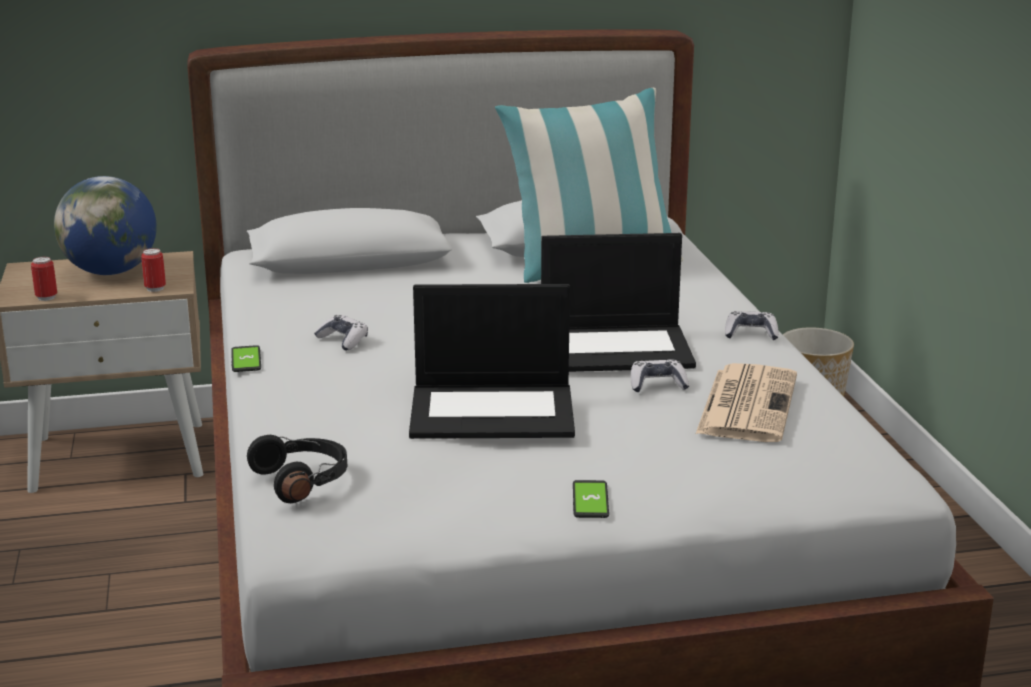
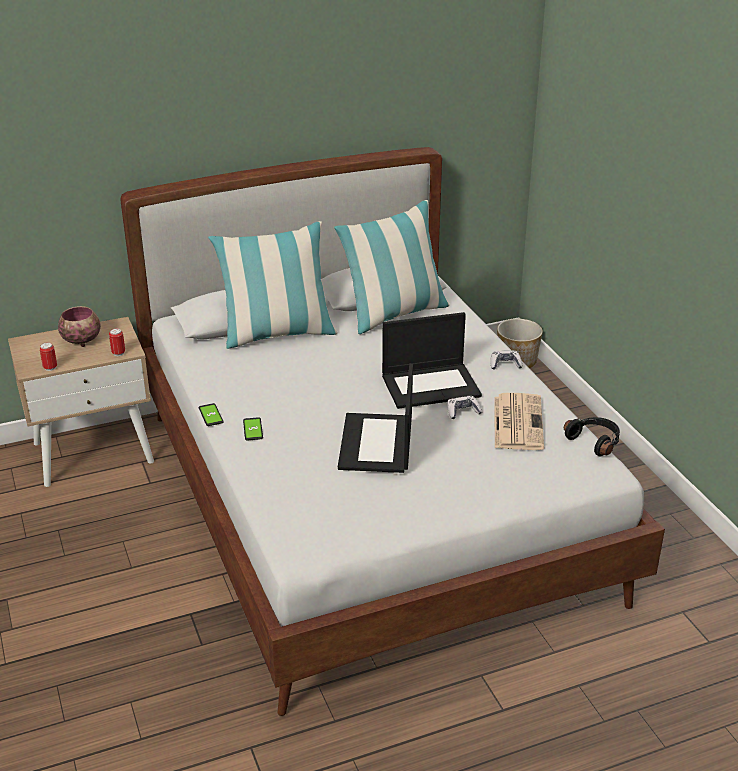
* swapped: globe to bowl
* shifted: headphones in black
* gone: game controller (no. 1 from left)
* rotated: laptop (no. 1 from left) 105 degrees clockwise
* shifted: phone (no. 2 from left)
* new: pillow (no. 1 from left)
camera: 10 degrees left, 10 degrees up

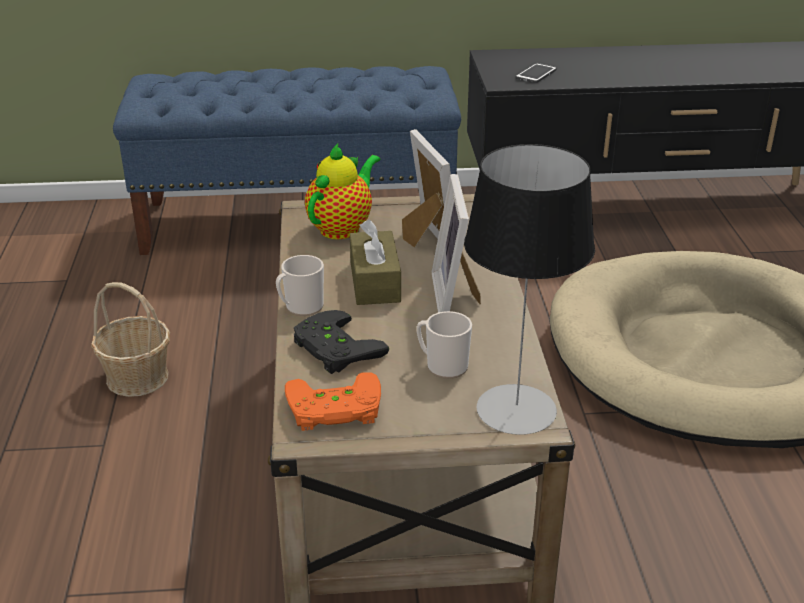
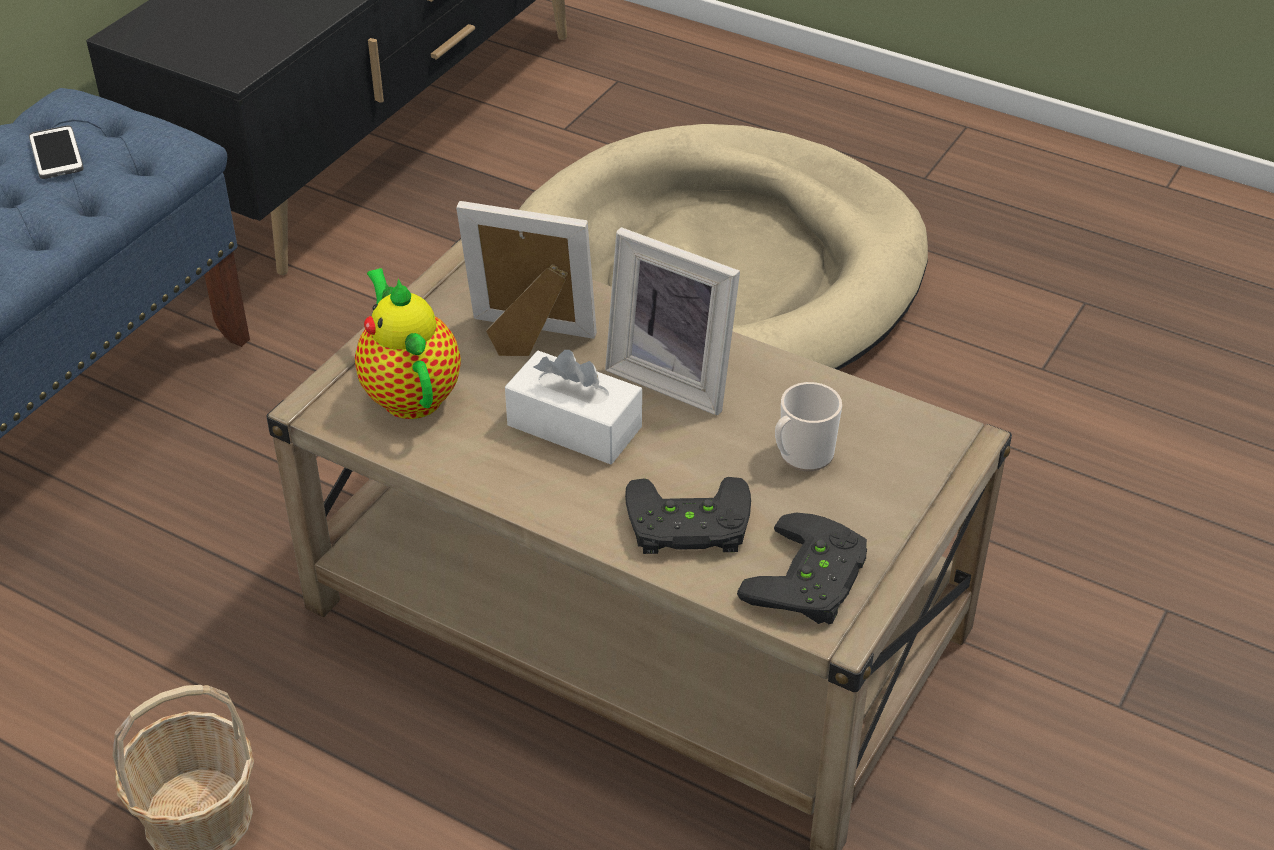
* gone: mug (no. 1 from left)
* repainted: game controller in orange to game controller in black (no. 2 from left)
* repainted: tissue box in brown to tissue box in white
* gone: table lamp
* shifted: phone
camera: 55 degrees left, 10 degrees up

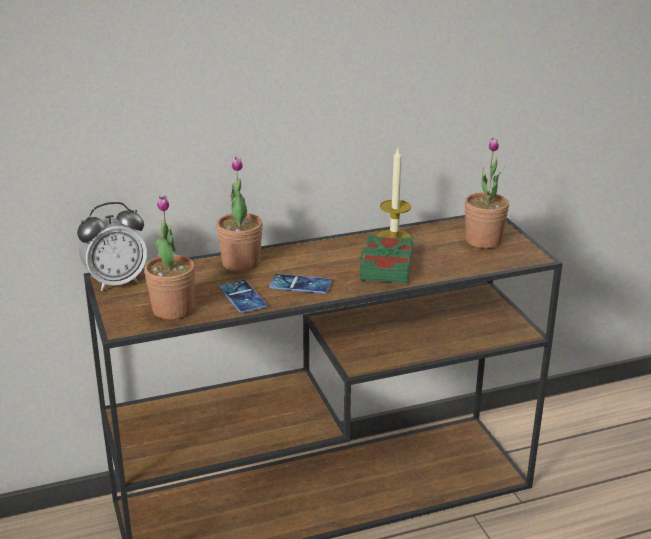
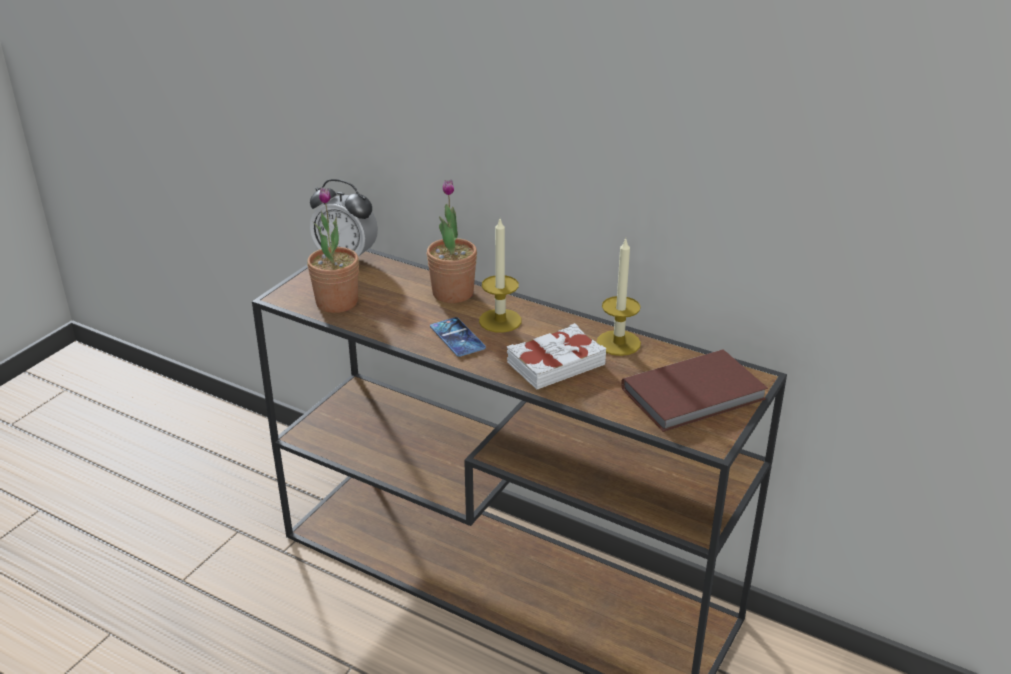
* gone: phone (no. 1 from left)
* repainted: book in green to book in white
* swapped: potted plant (no. 3 from left) to book in brown
* new: candle (no. 1 from left)
camera: 50 degrees right, 5 degrees up

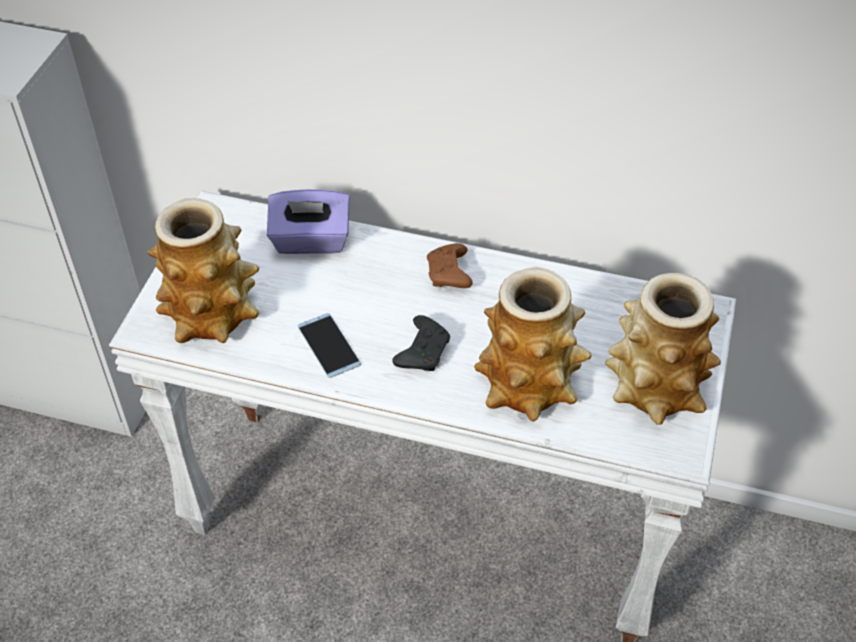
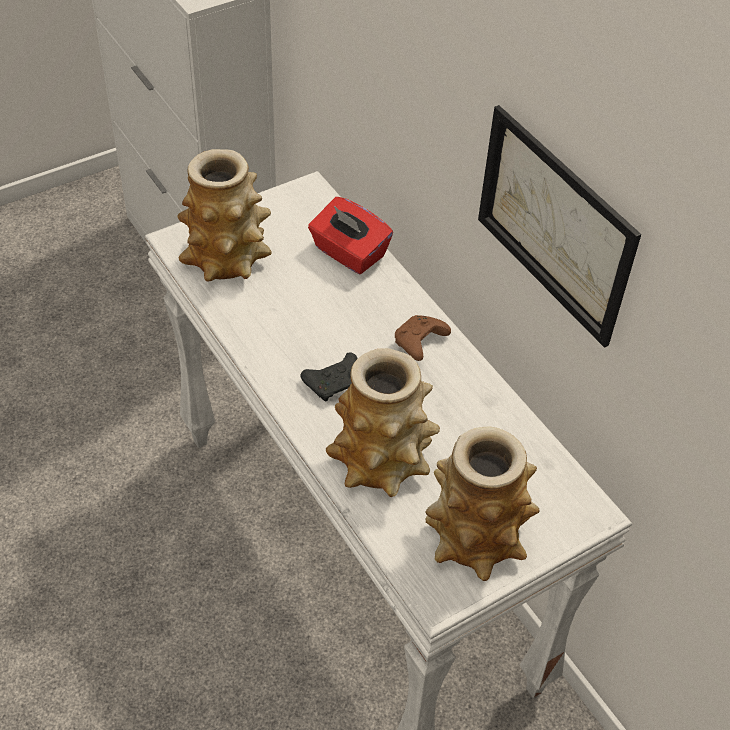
* repainted: tissue box in purple to tissue box in red
* gone: phone
* new: picture
camera: 40 degrees right, 0 degrees up

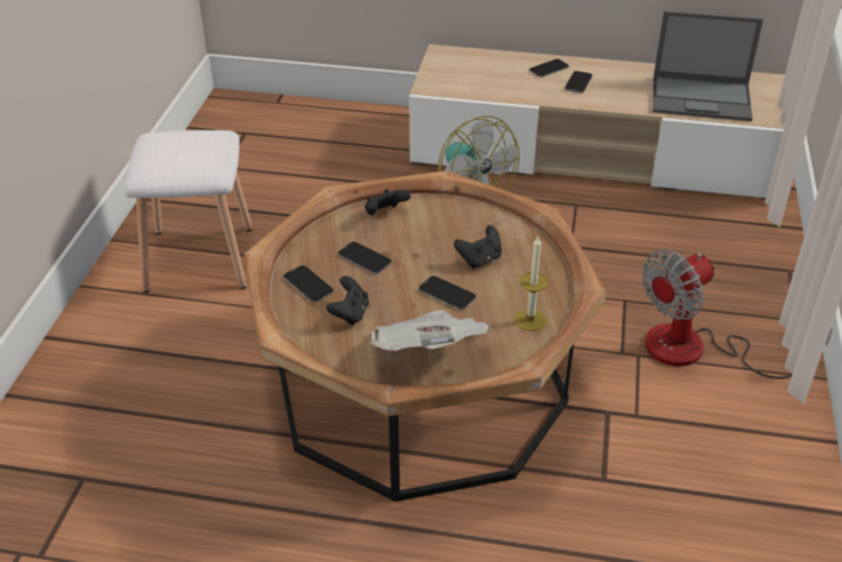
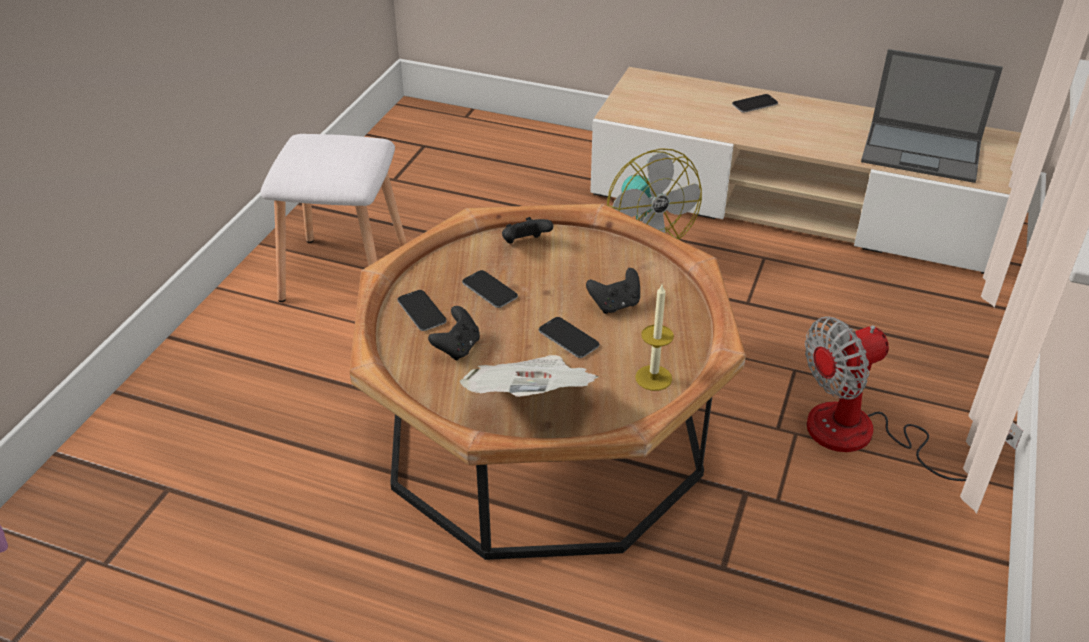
* gone: phone (no. 5 from left)
camera: 10 degrees right, 0 degrees up

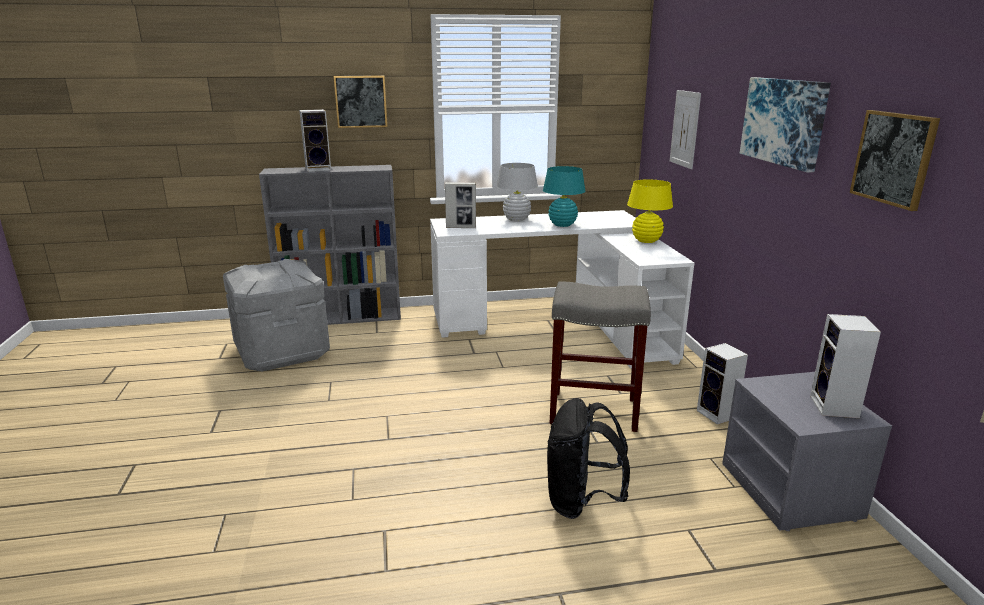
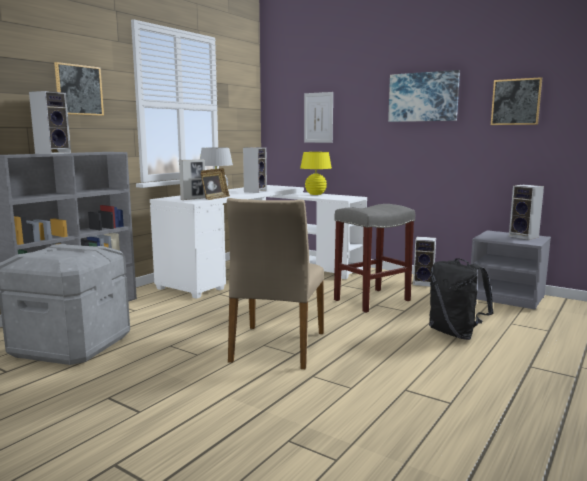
* swapped: table lamp in turquoise to speaker (no. 2 from left)
* new: picture frame (no. 2 from left)
* new: chair in beige
camera: 45 degrees left, 10 degrees down

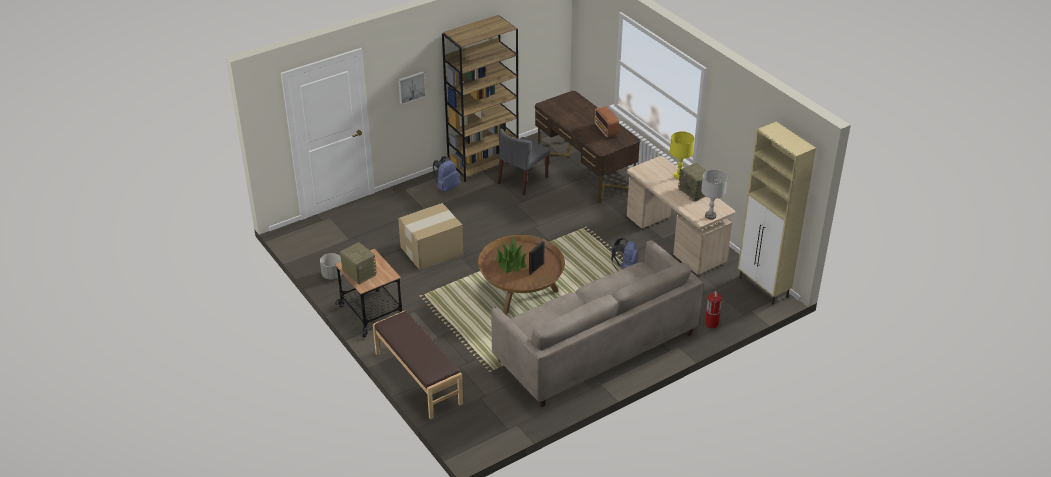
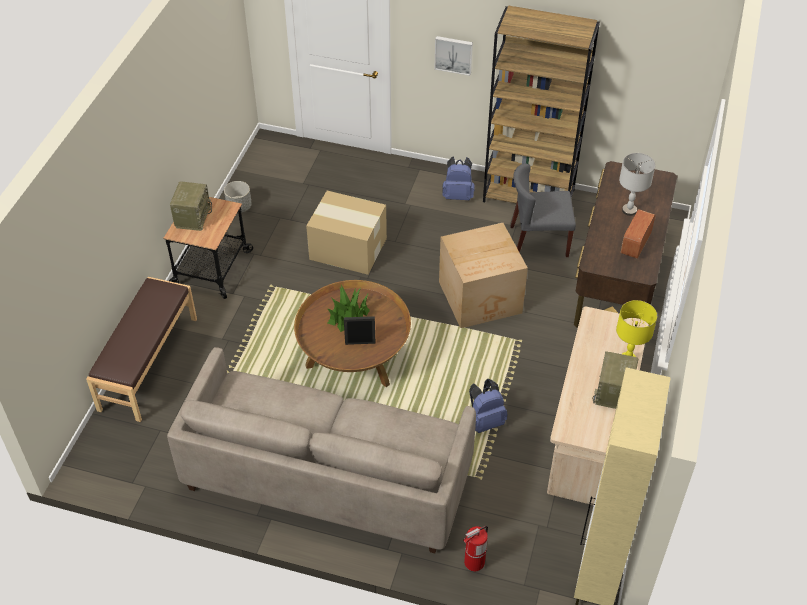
* shifted: table lamp in grey
* new: cardboard box (no. 2 from left)
camera: 50 degrees right, 10 degrees up

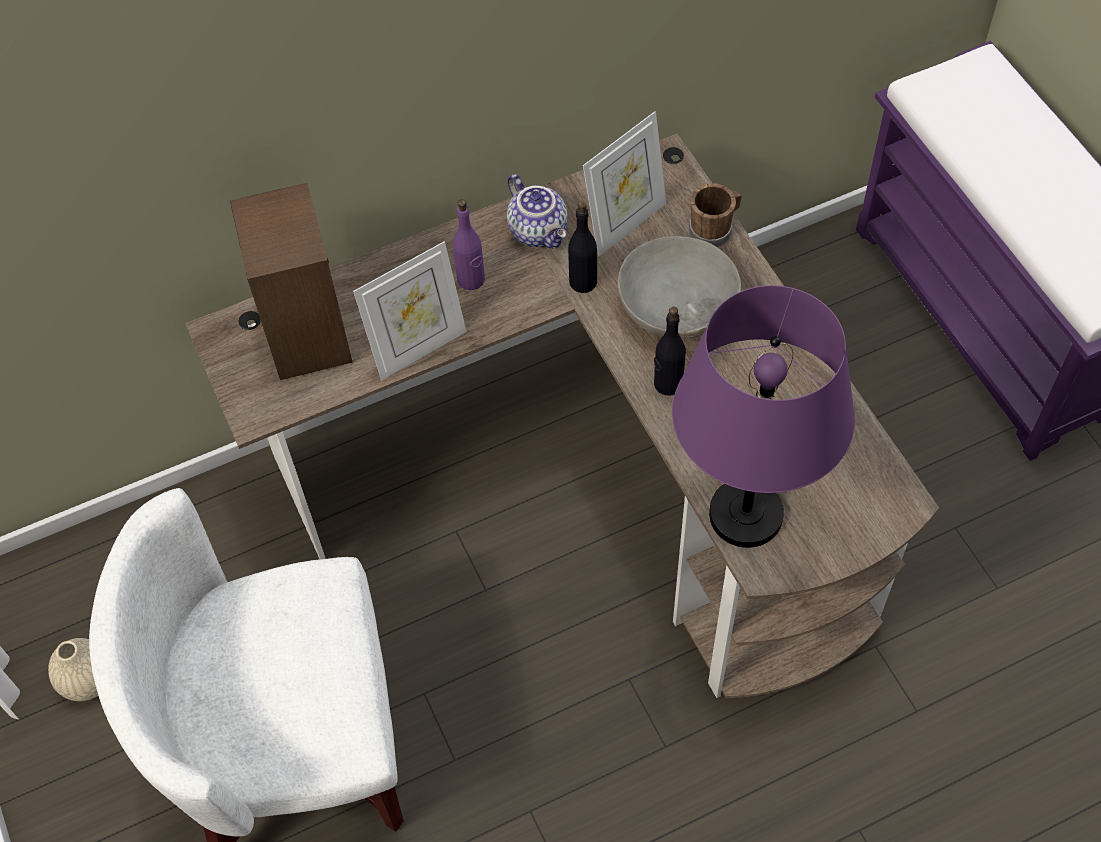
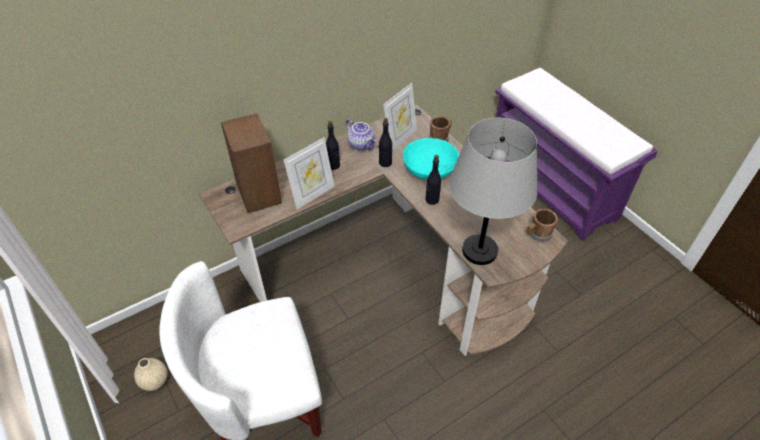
* repainted: bottle in purple to bottle in black (no. 1 from left)
* repainted: bowl in grey to bowl in turquoise
* repainted: table lamp in purple to table lamp in grey
* new: mug in brown (no. 2 from left)
camera: 10 degrees left, 10 degrees down

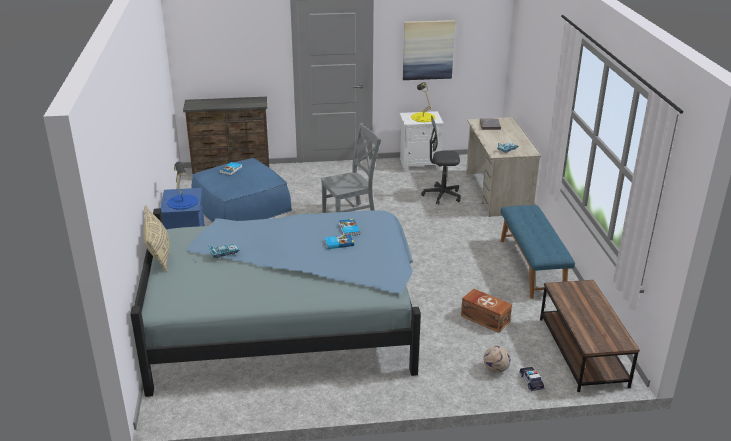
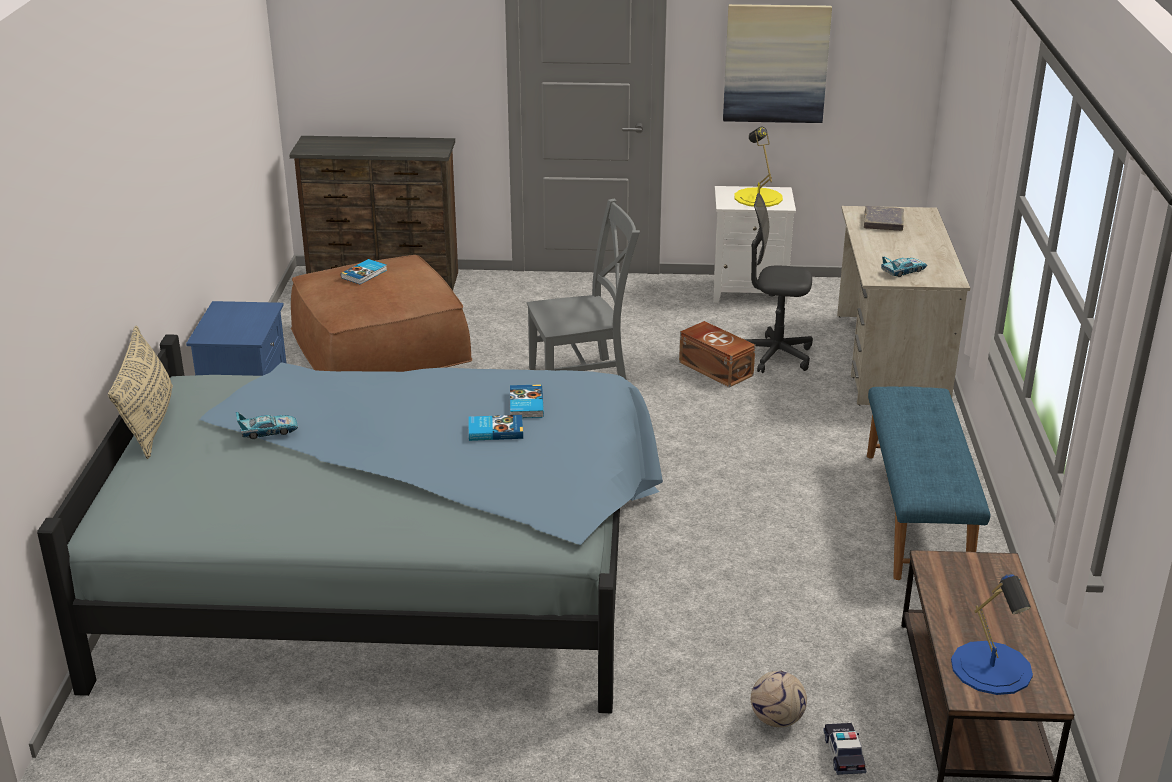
* shifted: table lamp in blue
* repainted: ottoman in blue to ottoman in brown
* shifted: storage box in brown
camera: 10 degrees right, 0 degrees up

